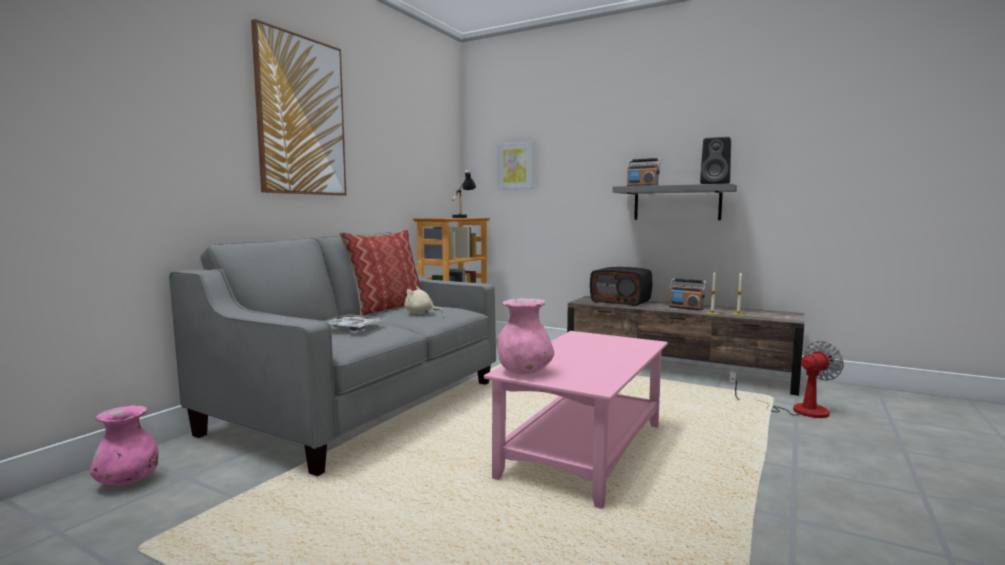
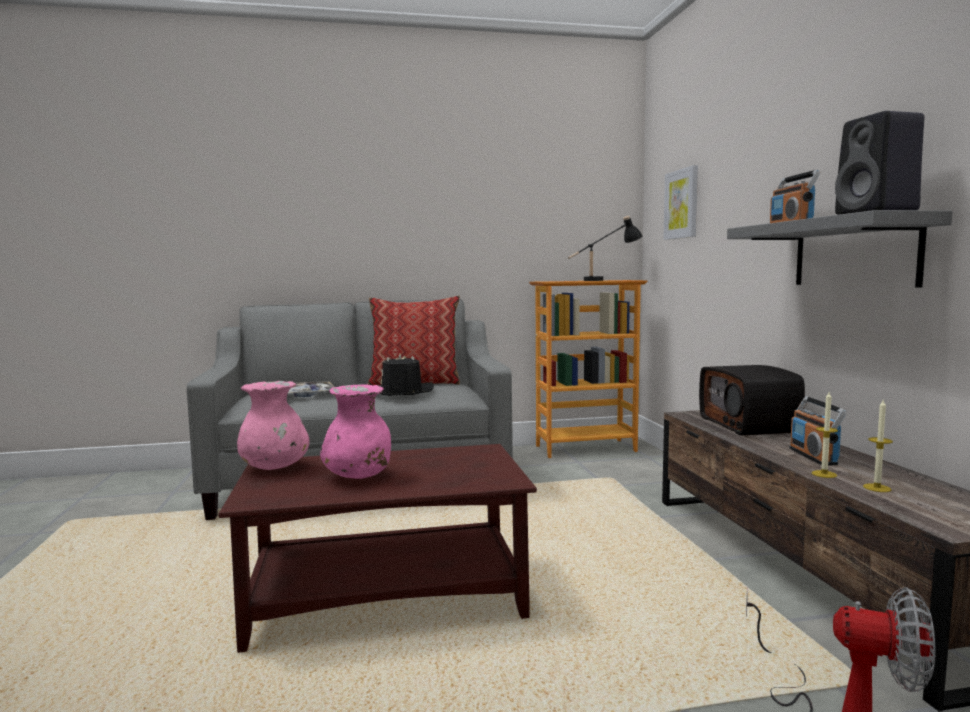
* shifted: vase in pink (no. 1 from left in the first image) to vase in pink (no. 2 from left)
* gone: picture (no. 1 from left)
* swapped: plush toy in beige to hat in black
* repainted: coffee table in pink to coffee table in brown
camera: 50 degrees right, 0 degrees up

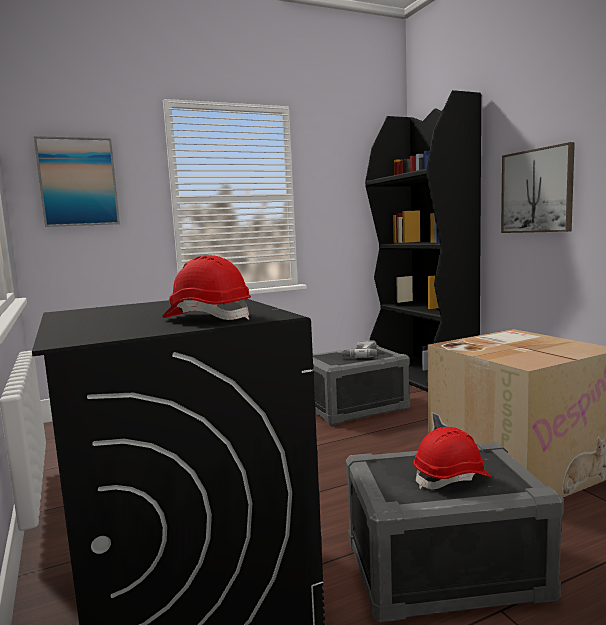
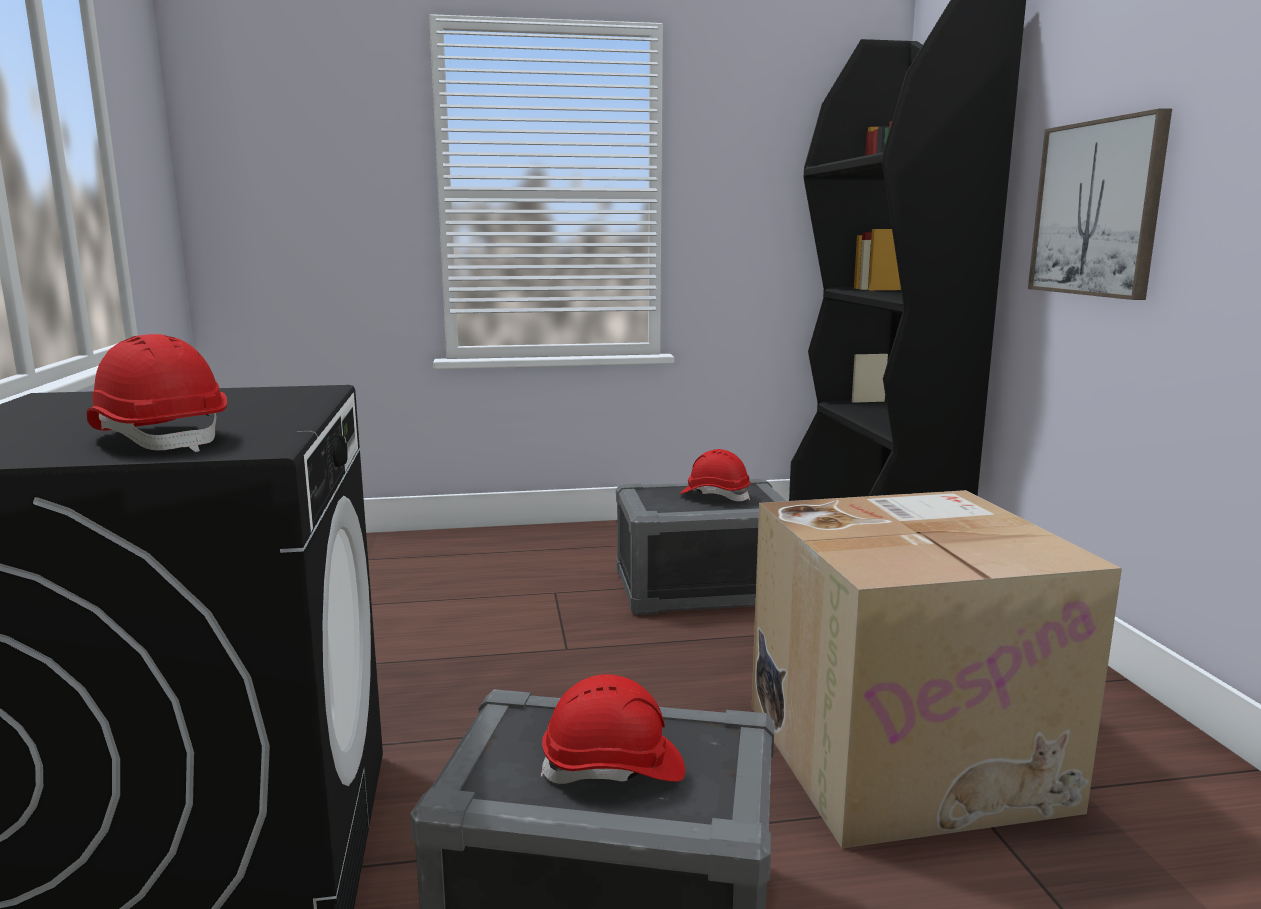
* gone: picture (no. 1 from left)
* swapped: power drill to hard hat in red (no. 3 from left)
camera: 15 degrees right, 5 degrees up

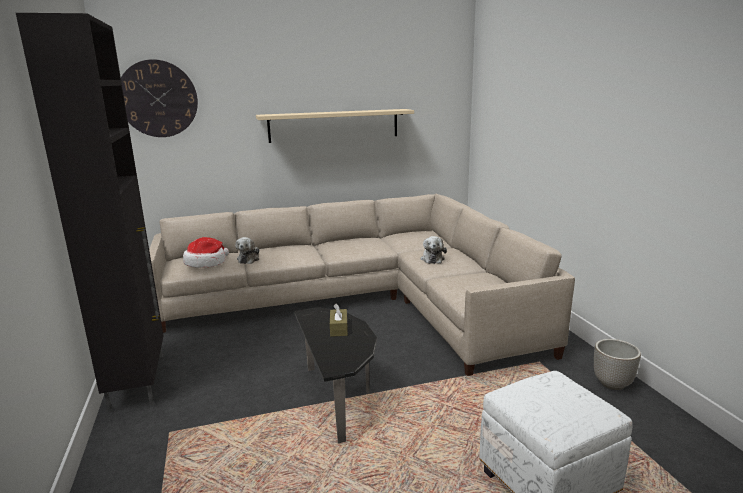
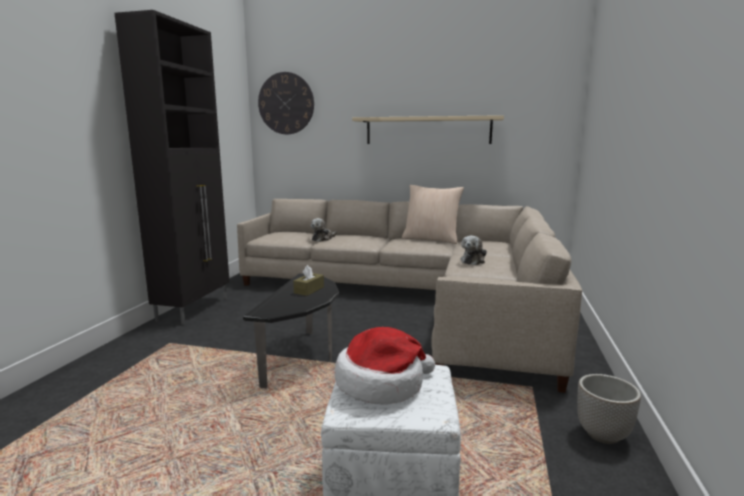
* shifted: hat
* new: pillow in beige
camera: 30 degrees right, 5 degrees down

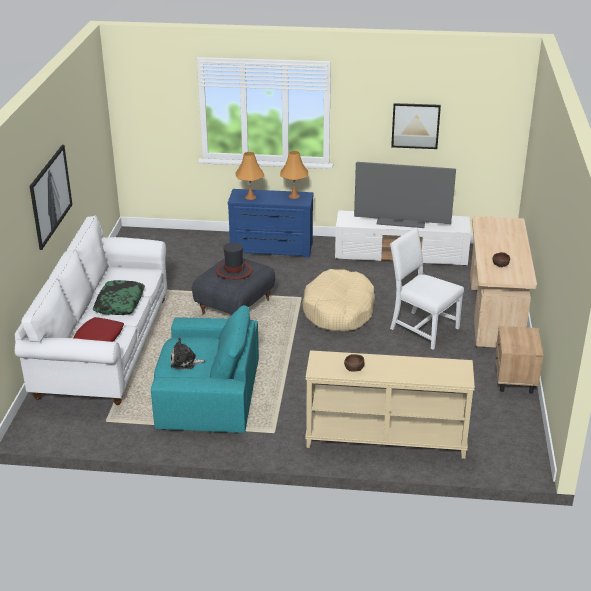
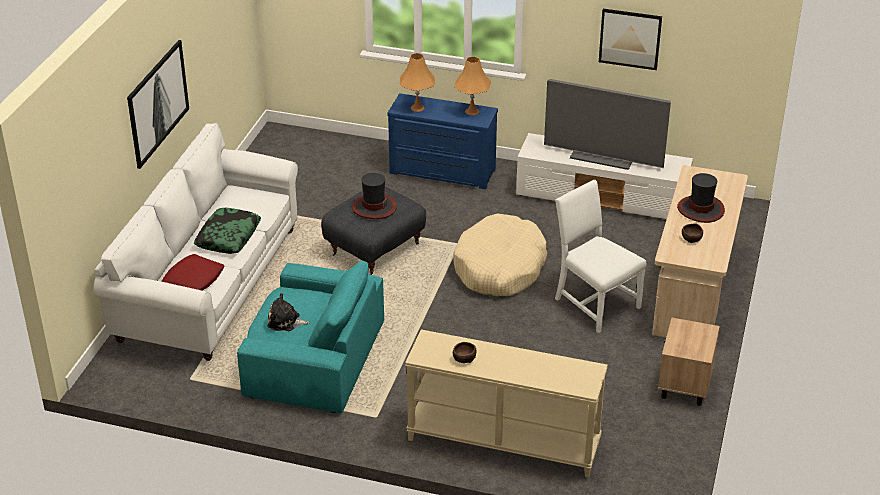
* new: hat (no. 2 from left)
camera: 10 degrees right, 5 degrees up

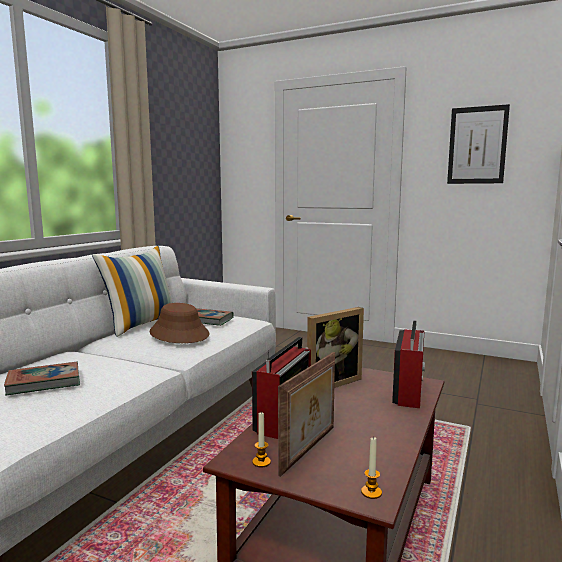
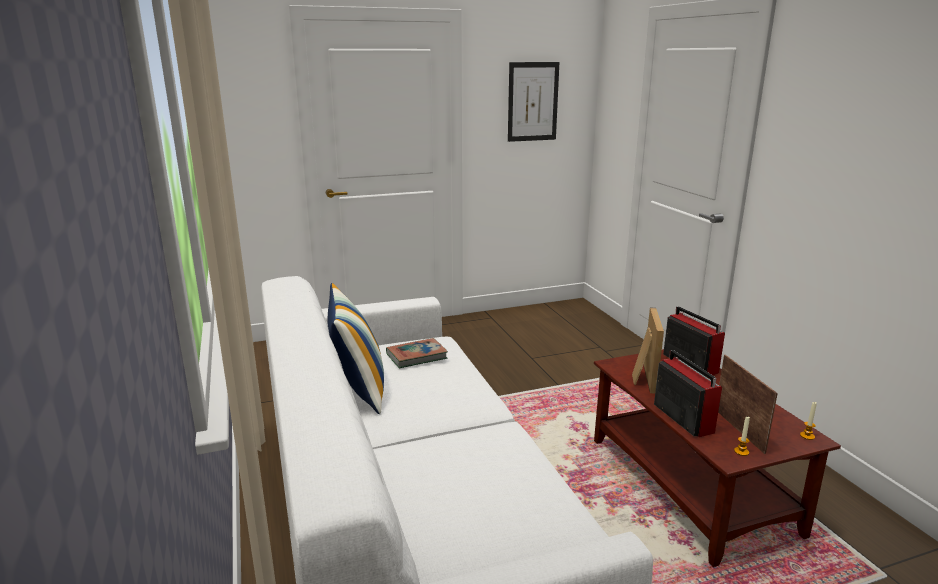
* gone: book (no. 1 from left)
* gone: hat in brown
camera: 45 degrees left, 10 degrees up

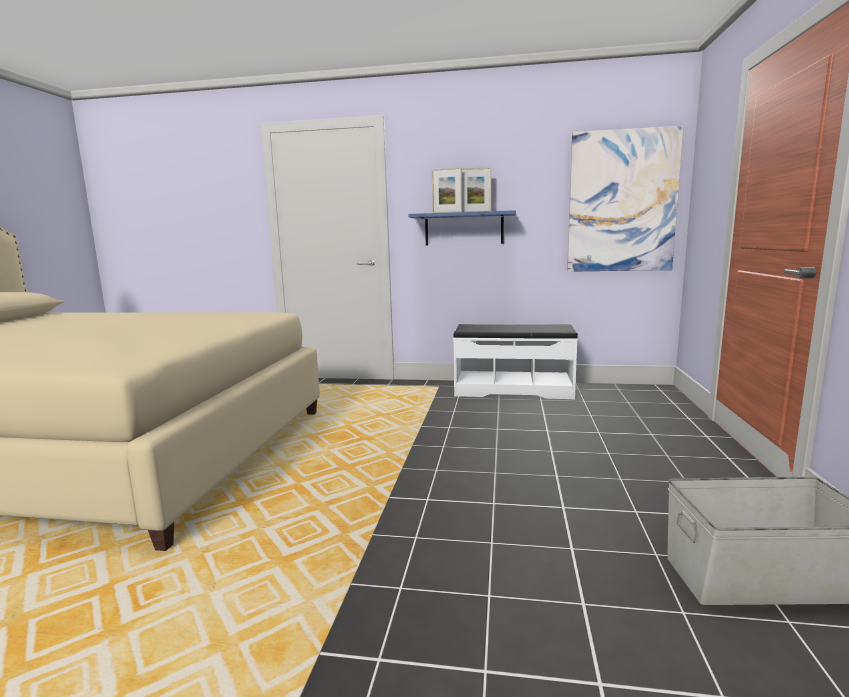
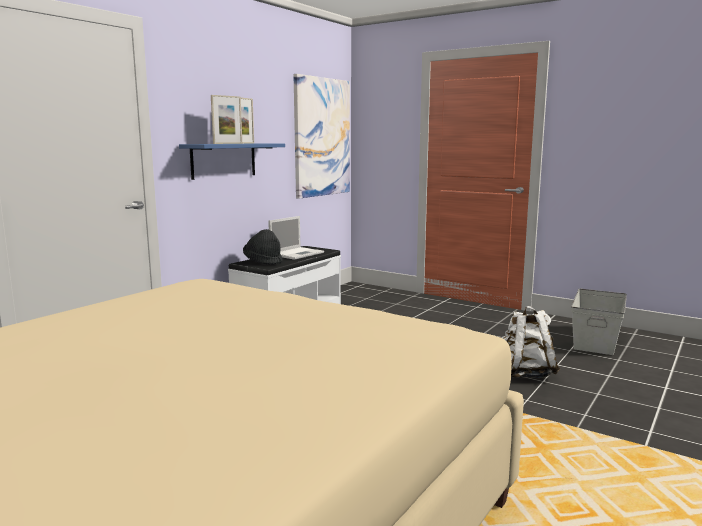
* new: hat in black
* new: laptop
* new: backpack in white
camera: 65 degrees left, 0 degrees up

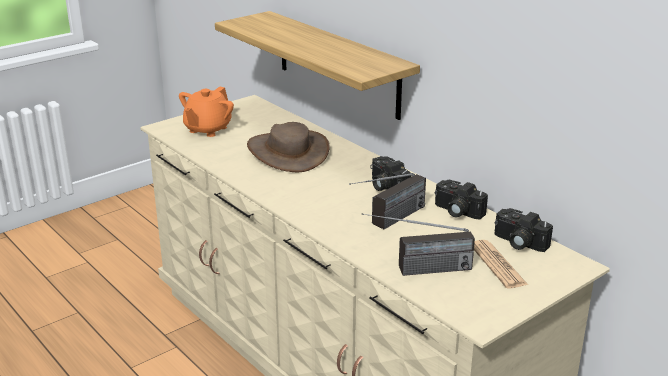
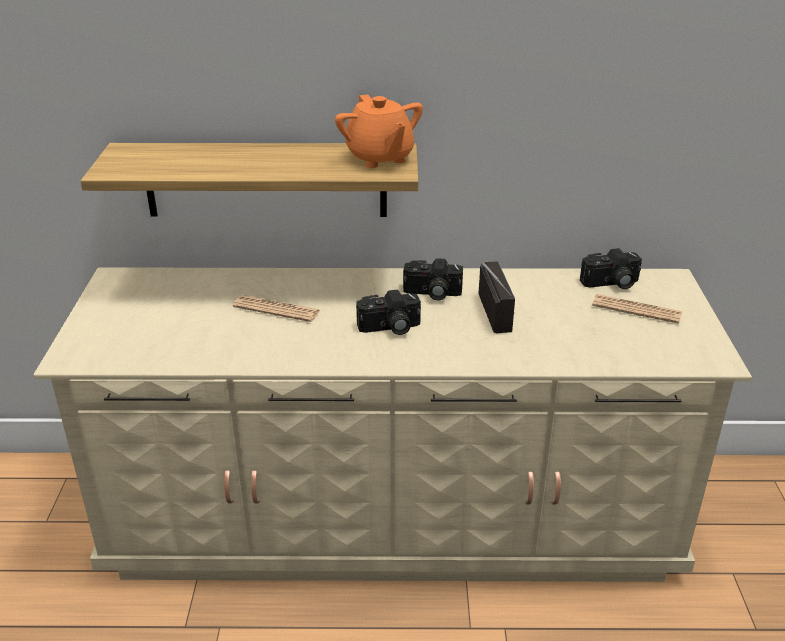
* shifted: teapot in orange
* swapped: hat in brown to newspaper (no. 1 from left)
* gone: radio (no. 2 from left)
* shifted: photo camera (no. 2 from left in the first image) to photo camera (no. 1 from left)
camera: 50 degrees left, 5 degrees up

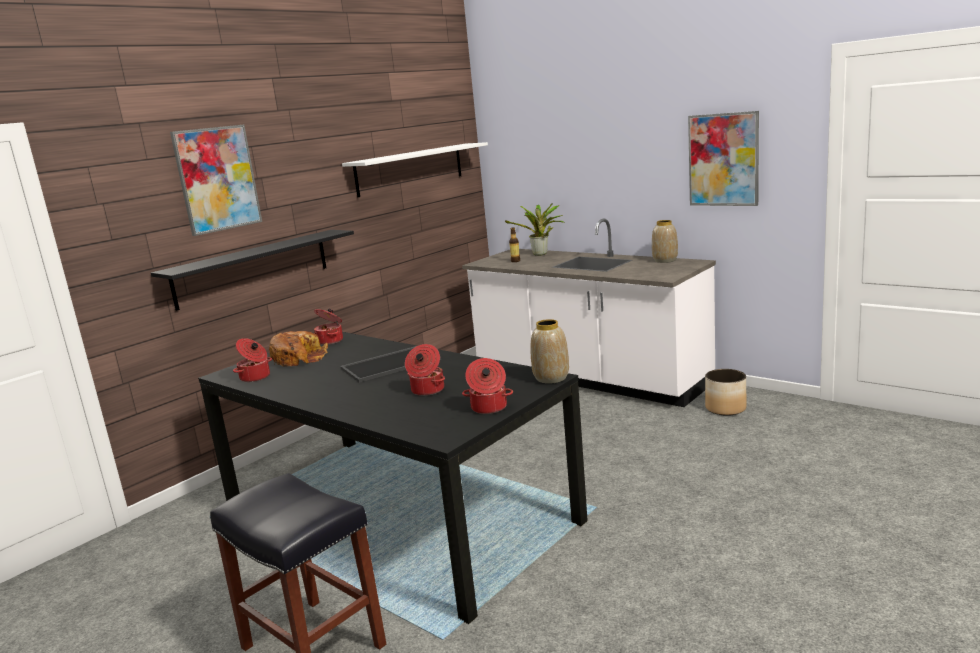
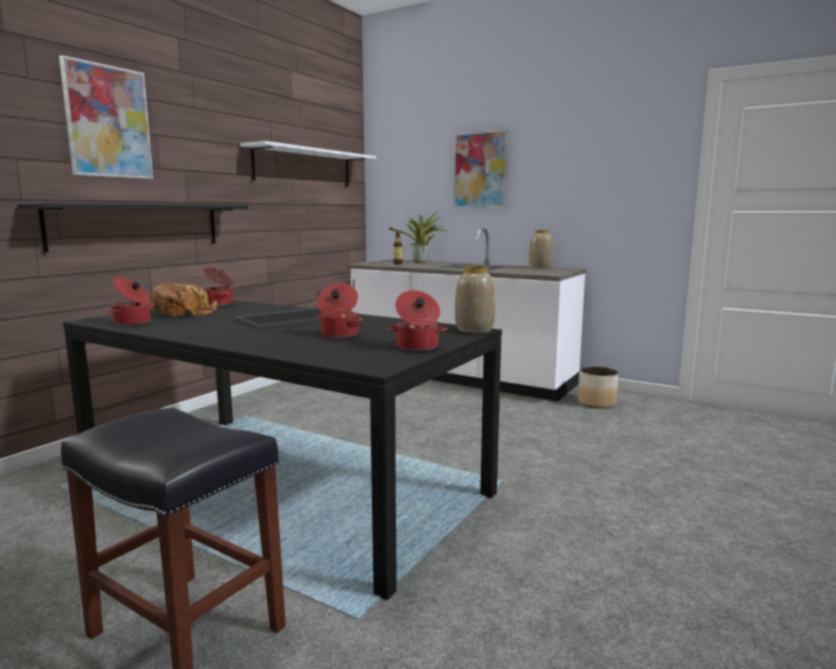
* shifted: picture (no. 2 from left)
camera: 10 degrees left, 5 degrees down

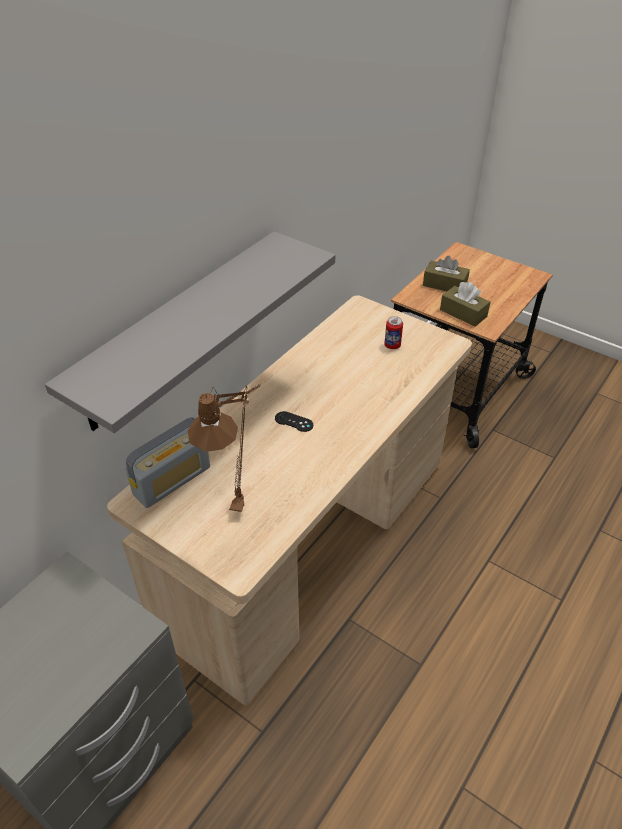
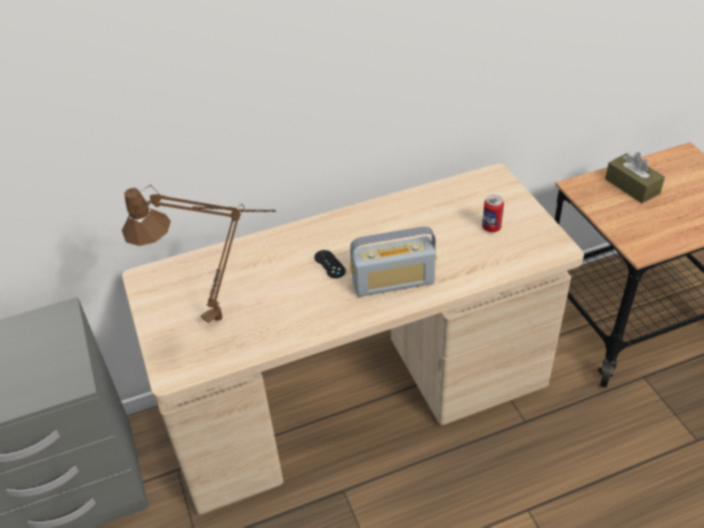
* gone: shelf in grey
* shifted: radio
* gone: tissue box in brown (no. 2 from left)
camera: 35 degrees right, 0 degrees up

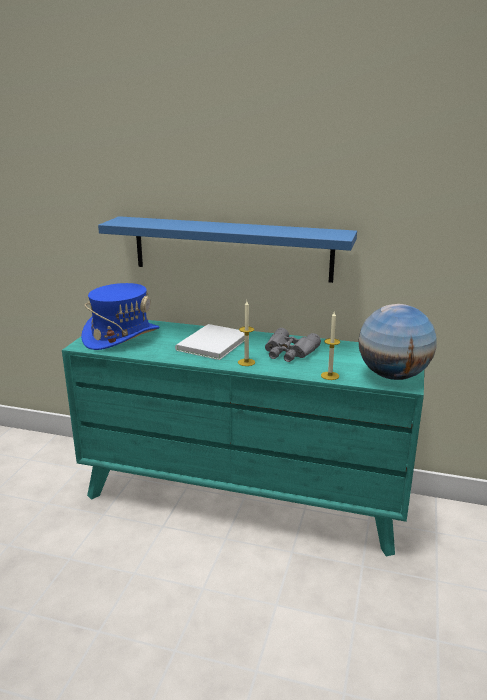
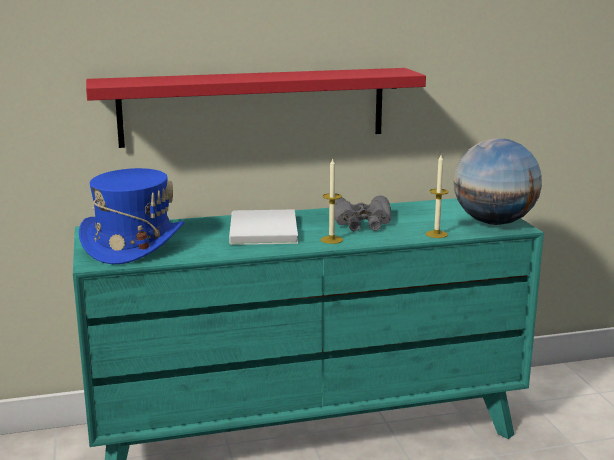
* repainted: shelf in blue to shelf in red
camera: 30 degrees left, 5 degrees down

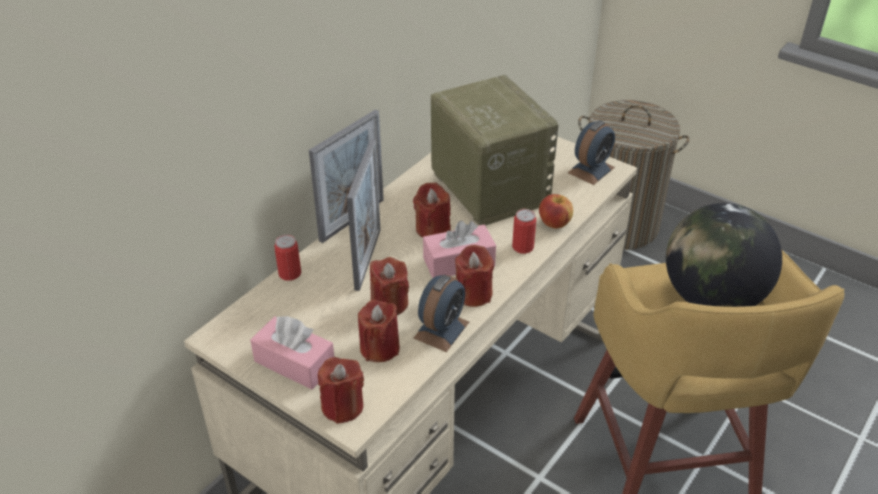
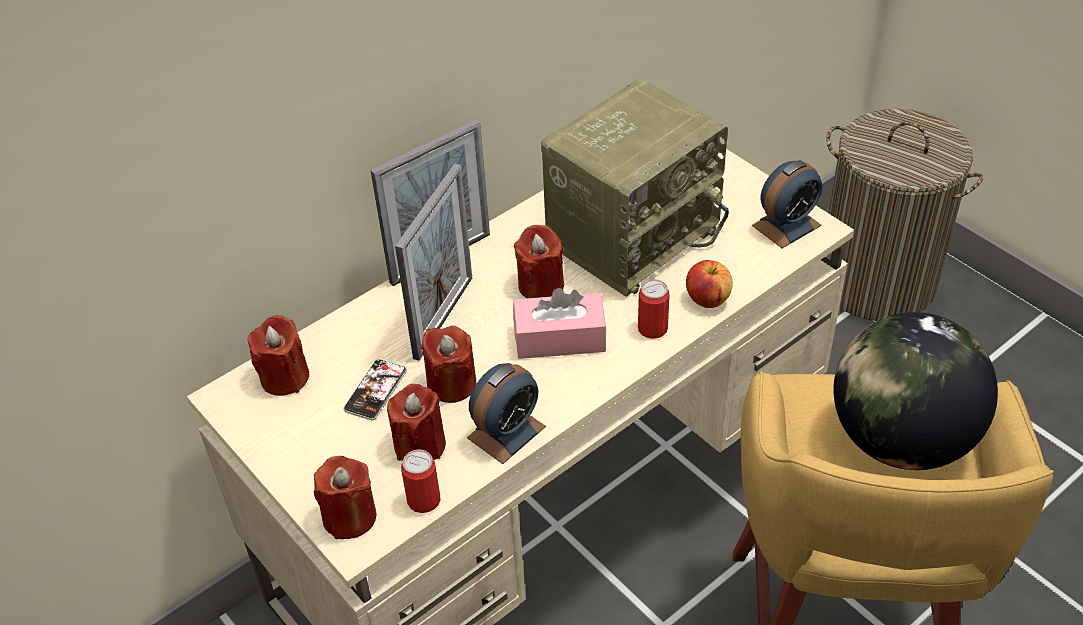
* gone: tissue box in pink (no. 1 from left)
* shifted: can (no. 1 from left)
* rotated: radio 60 degrees clockwise
* shifted: candle in red (no. 5 from left in the first image) to candle in red (no. 1 from left)
* new: phone
camera: 15 degrees right, 5 degrees up

